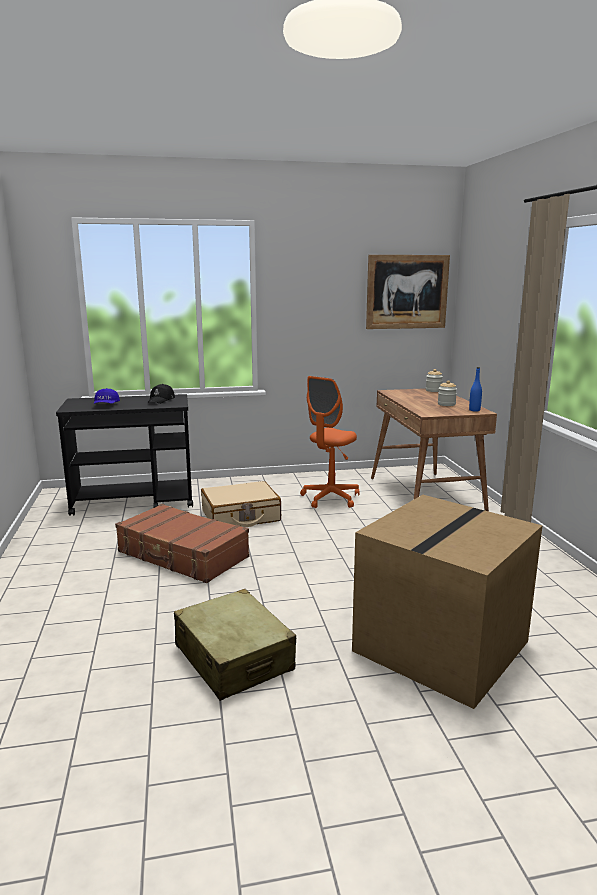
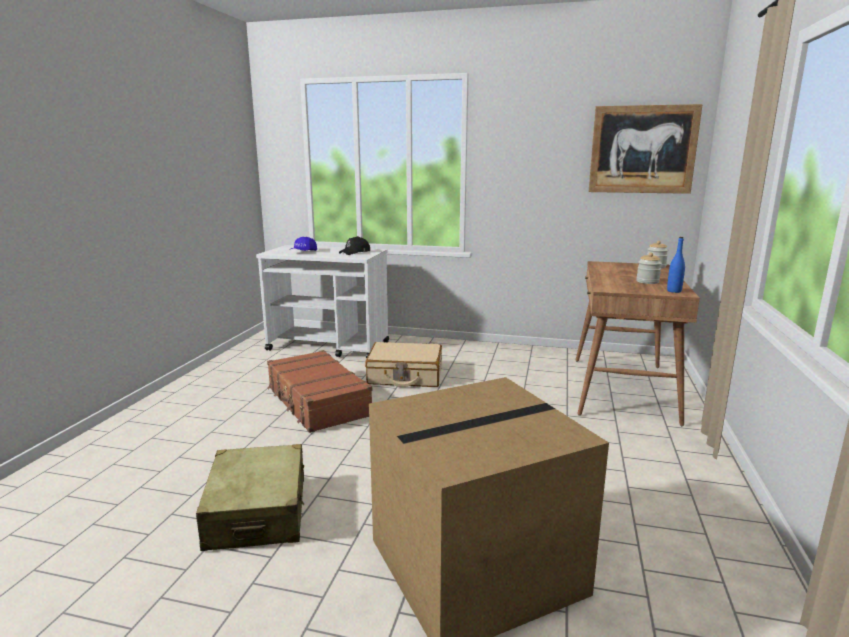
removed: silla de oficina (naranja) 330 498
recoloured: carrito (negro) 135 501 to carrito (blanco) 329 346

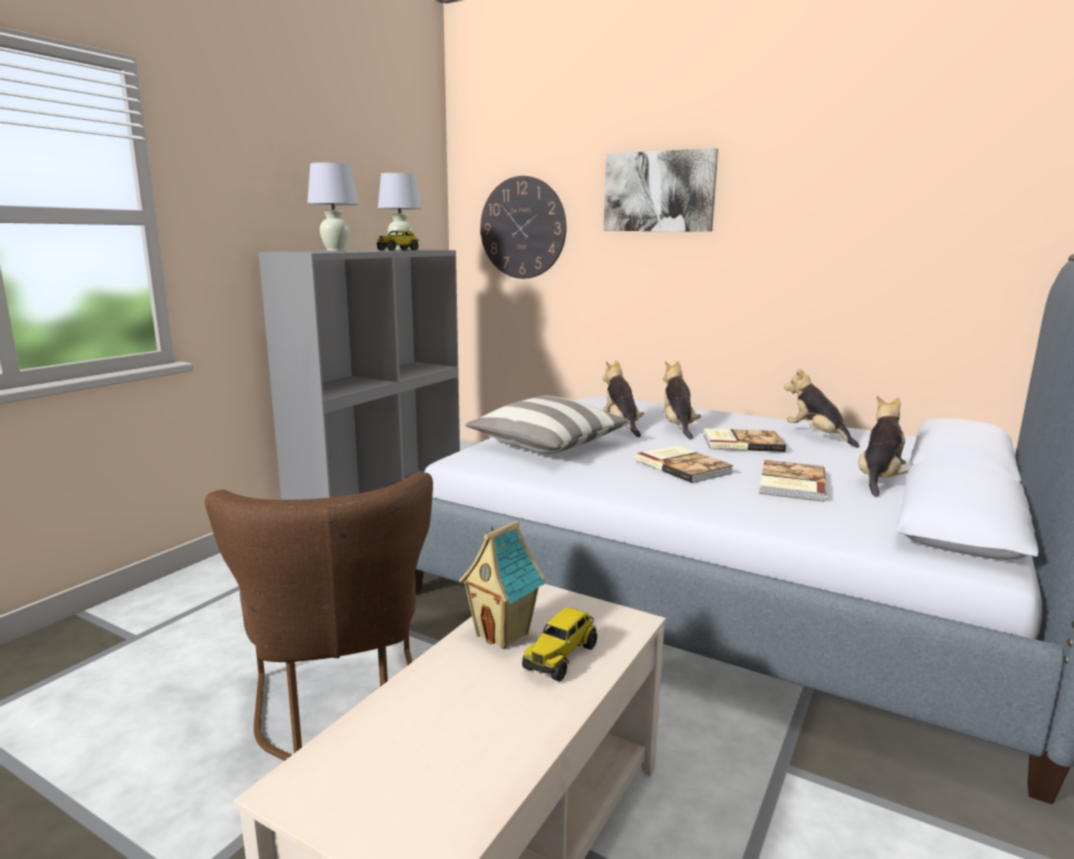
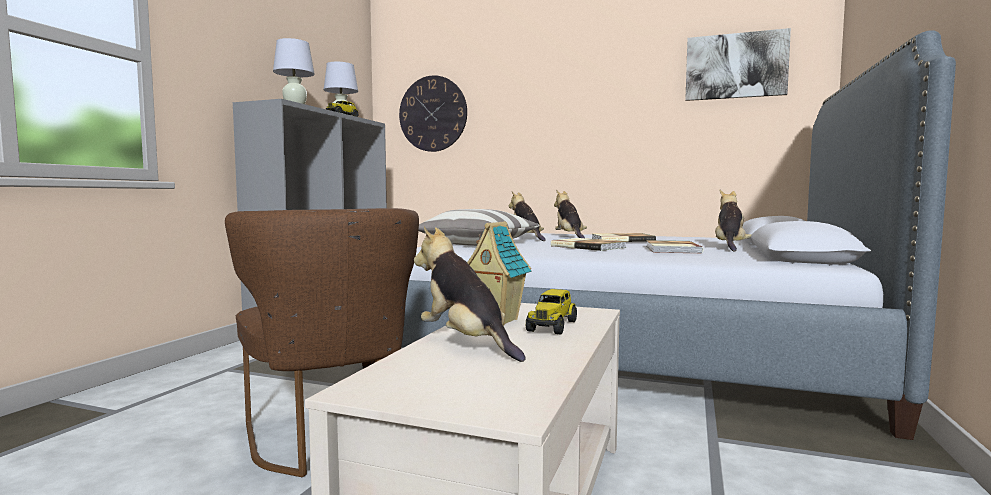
moved: peluche 817 436 to 466 343; cuadro 659 191 to 735 66

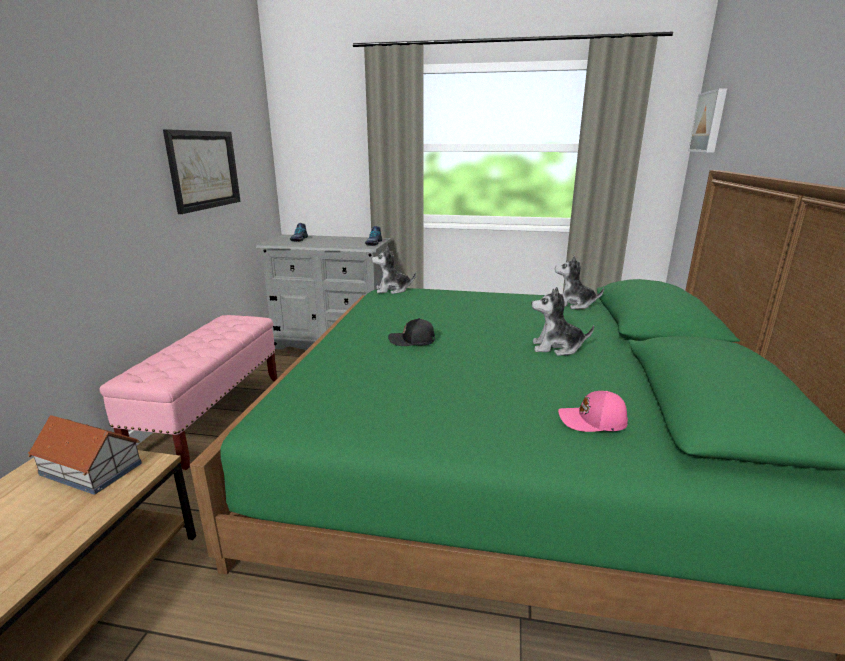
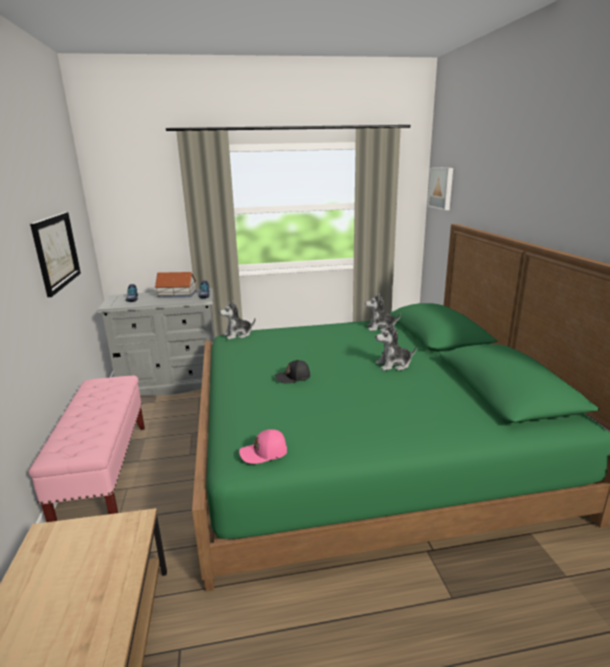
moved: casita 91 469 to 177 294; gorra (rosa) 593 421 to 264 453

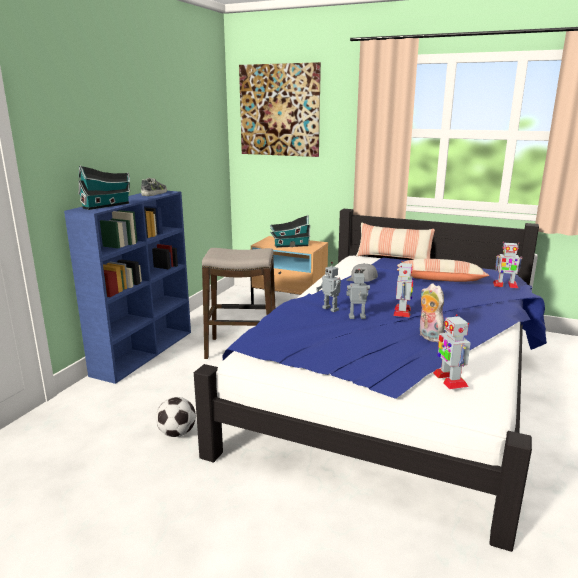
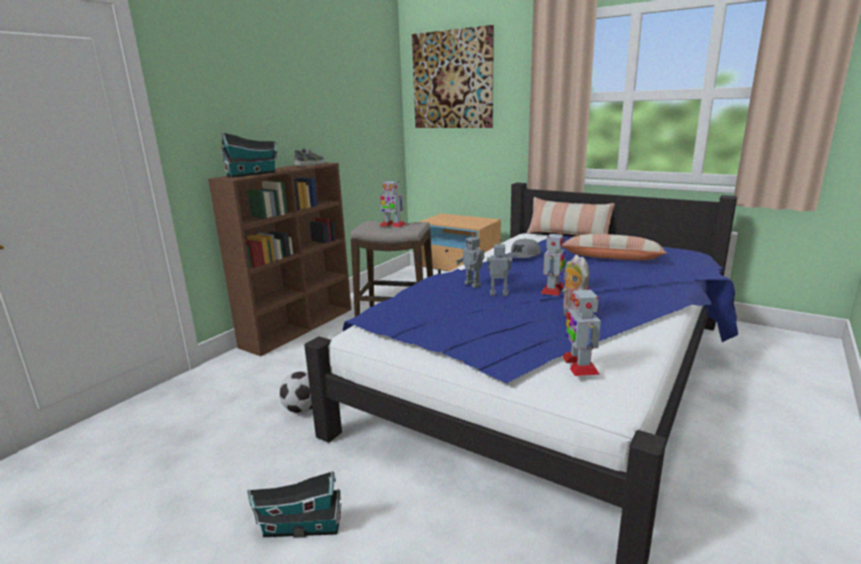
moved: casita 290 245 to 299 528; robot de juguete 505 285 to 392 225
recoloured: estantería (azul) 144 352 to estantería (marrón) 299 327

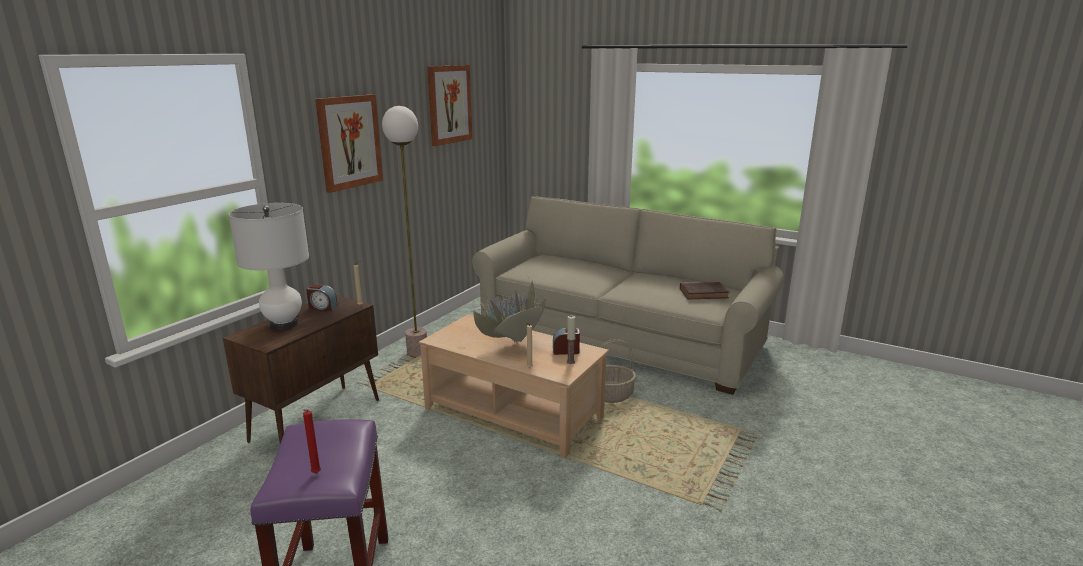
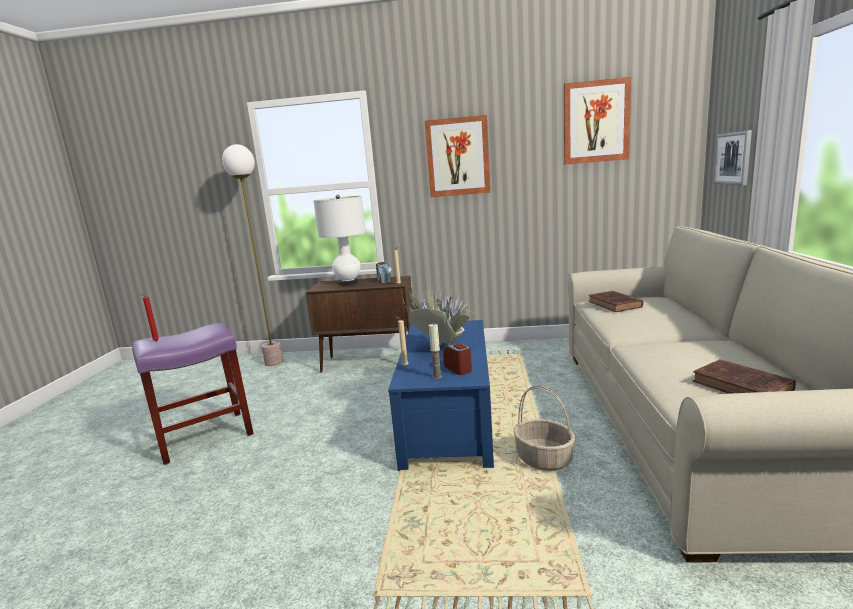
added: libro (marrón) 615 305; cuadro 733 158
moved: lámpara de pie 417 351 to 274 362
recoloured: mesa de centro (beis) 514 412 to mesa de centro (azul) 450 420

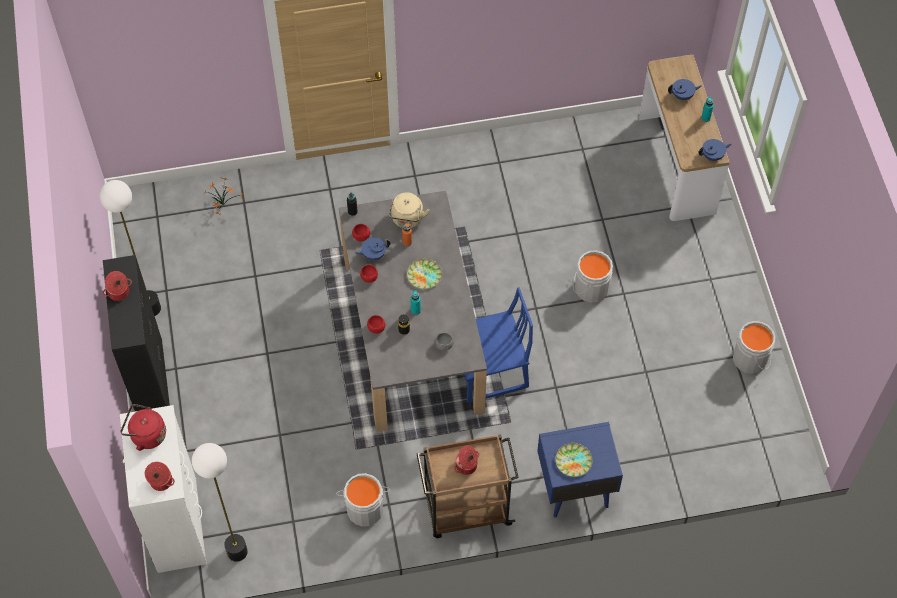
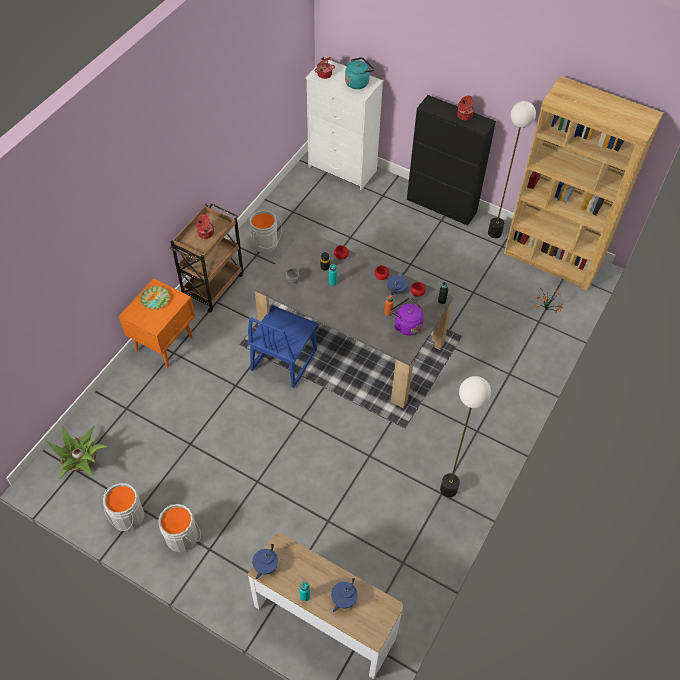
removed: plato 424 275
added: planta en maceta 83 464; estantería (marrón) 552 259
moved: cubo (gris) 589 288 to 183 536; lámpara de pie 236 551 to 449 489
recoloured: mesita de noche (azul) 574 488 to mesita de noche (naranja) 165 343; hervidor (rojo) 146 435 to hervidor (turquesa) 358 82; hervidor (beis) 407 220 to hervidor (morado) 406 325

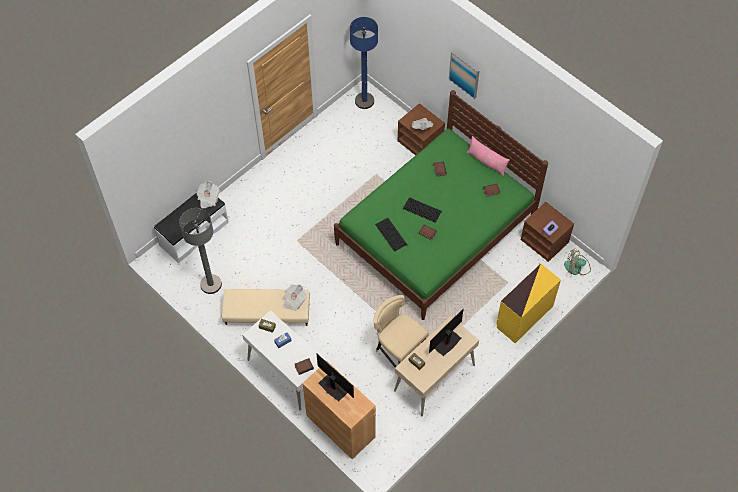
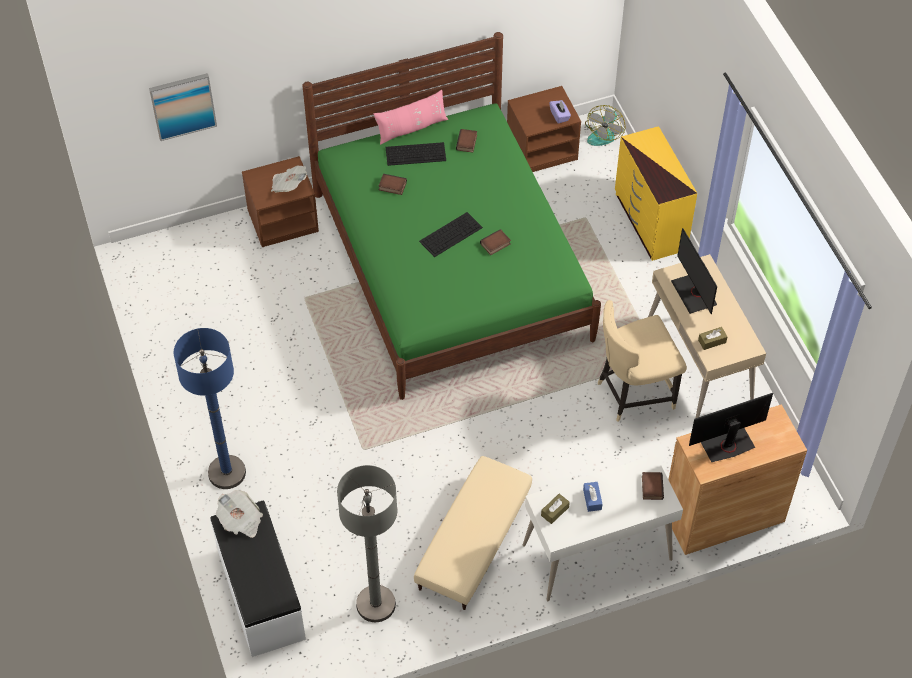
removed: periódico 294 301
moved: cuadro 464 74 to 183 106; lámpara de pie (azul) 364 101 to 227 473; teclado 391 234 to 416 153

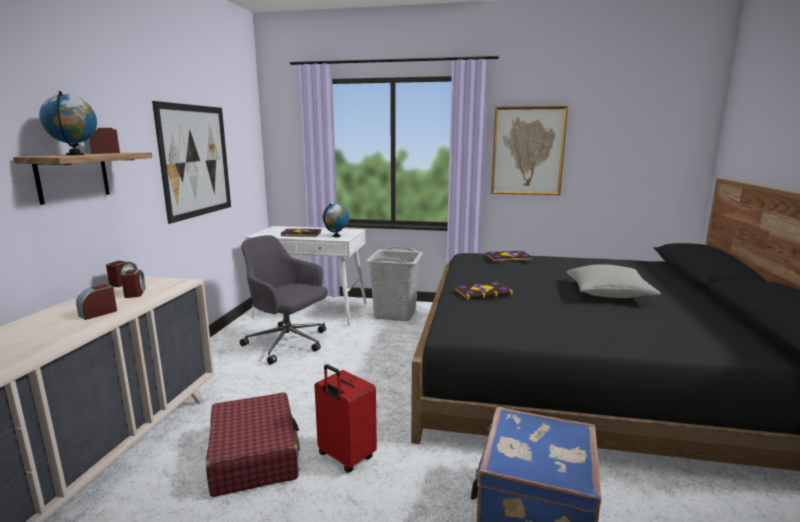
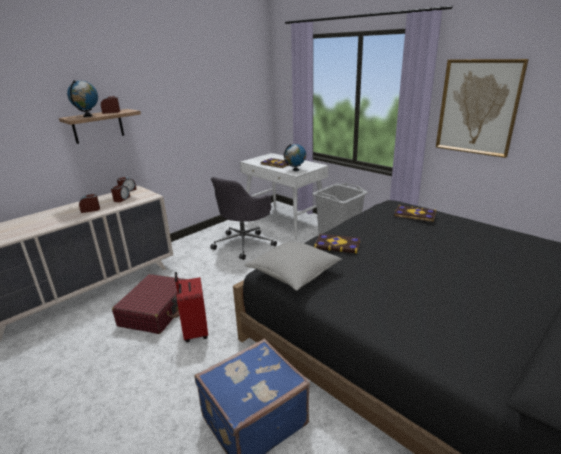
removed: cuadro 196 161
moved: cojín (gris) 608 293 to 294 273
turned: silla de oficina (gris) 288 343 = 244 243 120 degrees counterclockwise

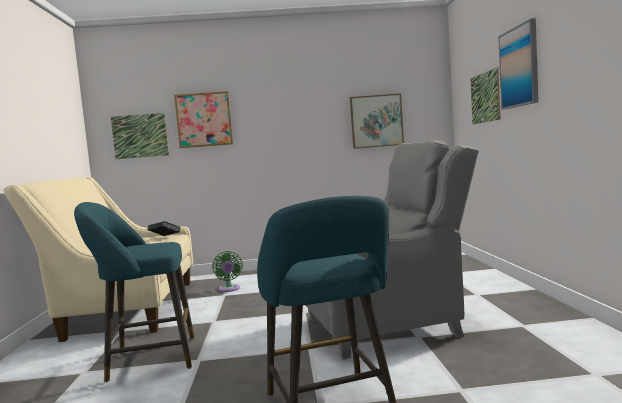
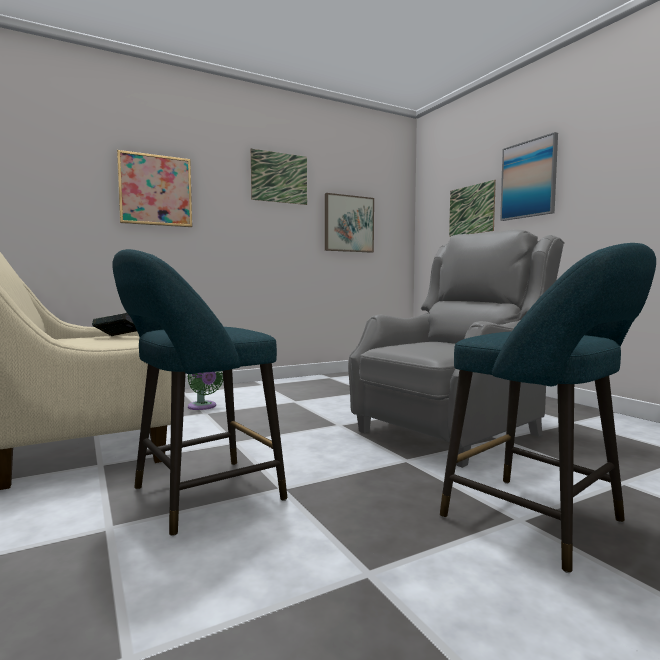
moved: cuadro 140 136 to 279 177

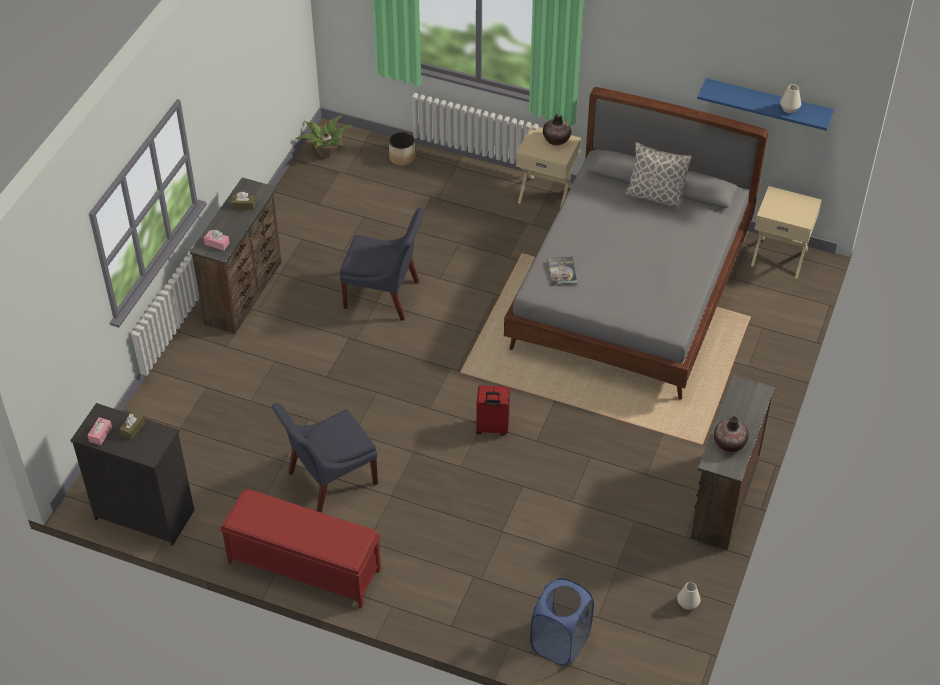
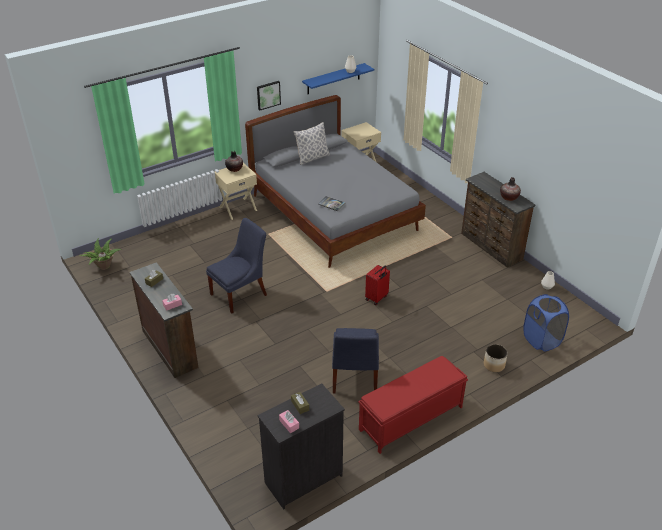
added: cuadro 268 95
moved: maceta 402 158 to 494 365

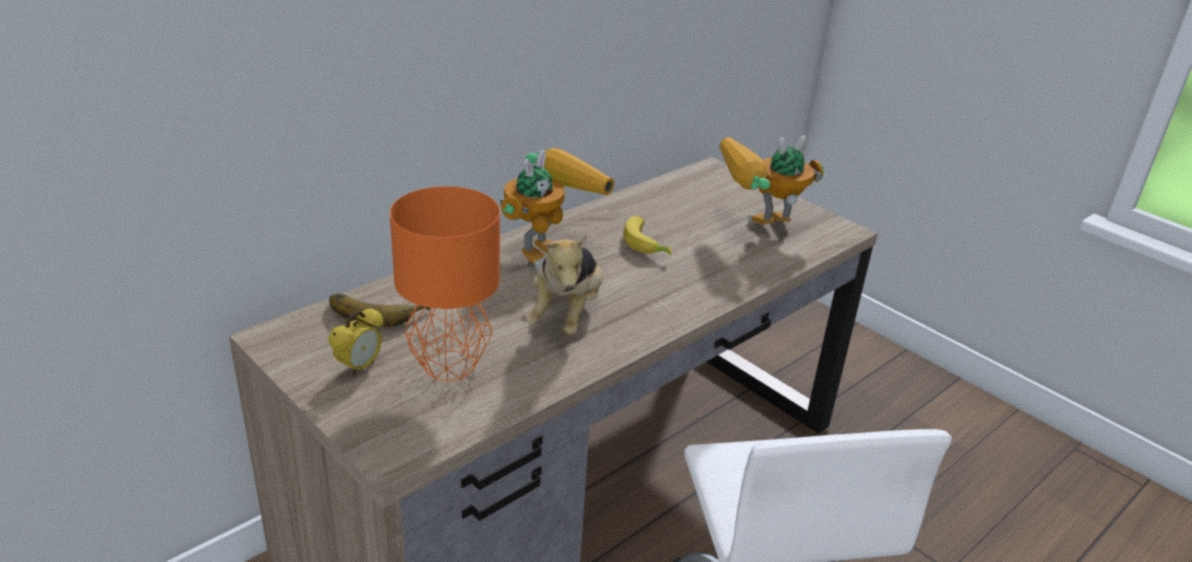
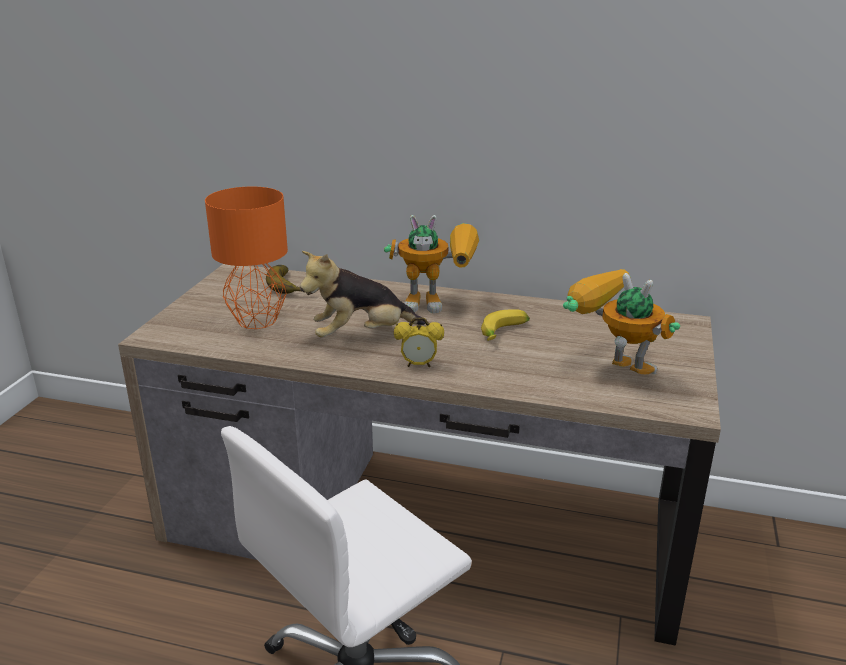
moved: despertador 359 367 to 419 365

